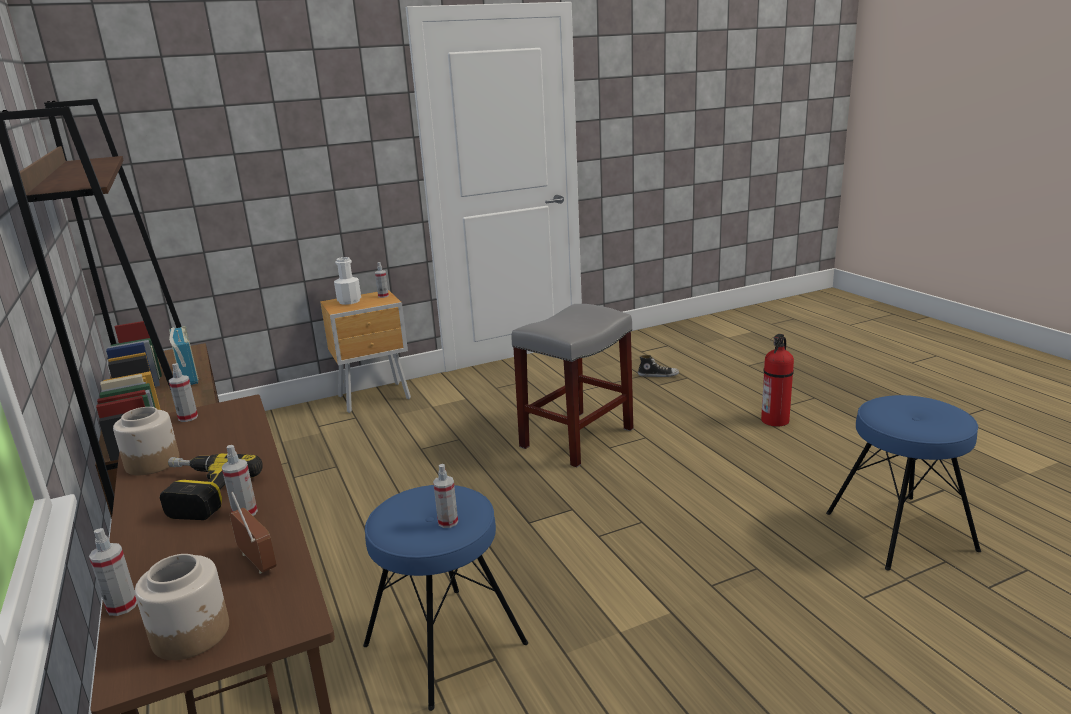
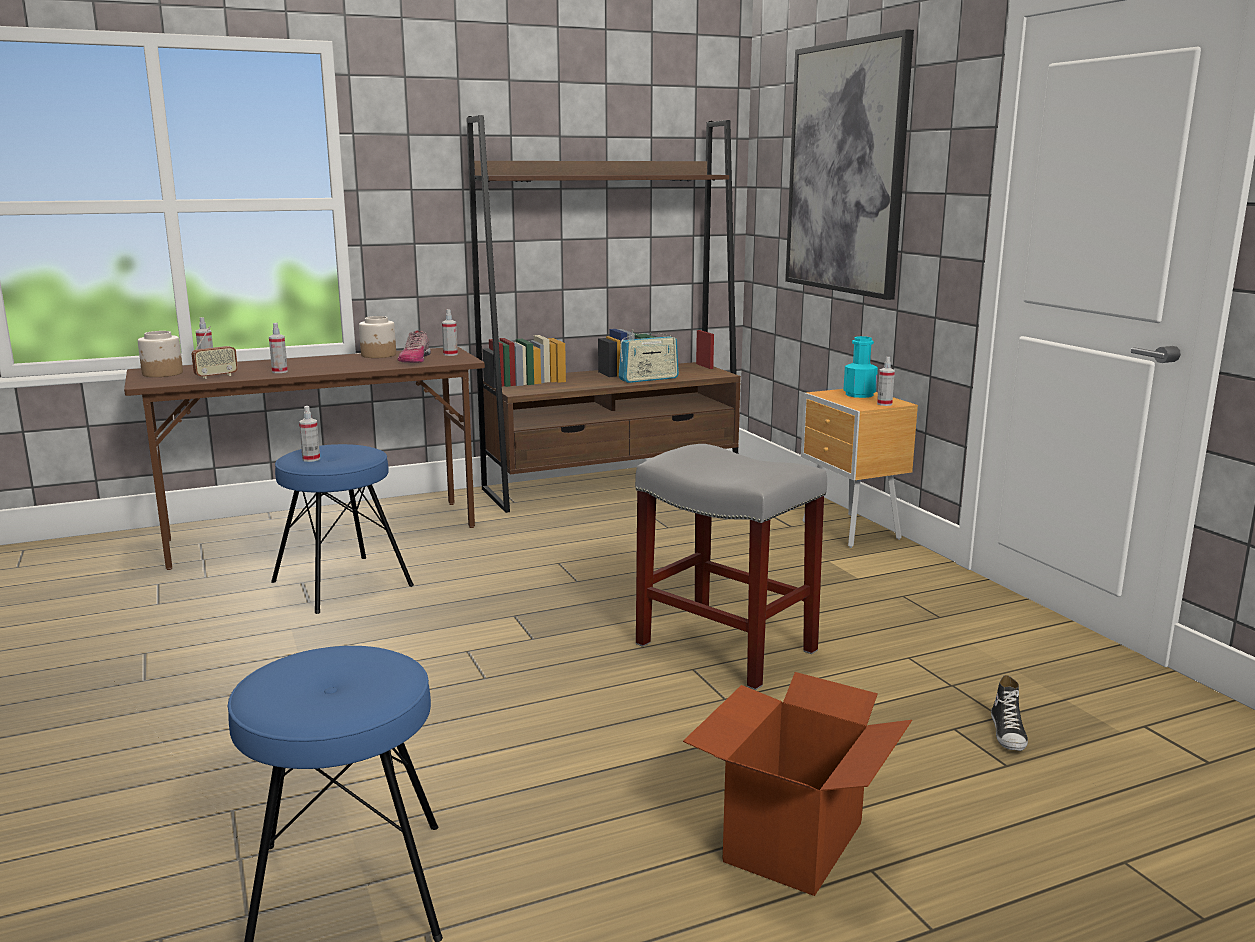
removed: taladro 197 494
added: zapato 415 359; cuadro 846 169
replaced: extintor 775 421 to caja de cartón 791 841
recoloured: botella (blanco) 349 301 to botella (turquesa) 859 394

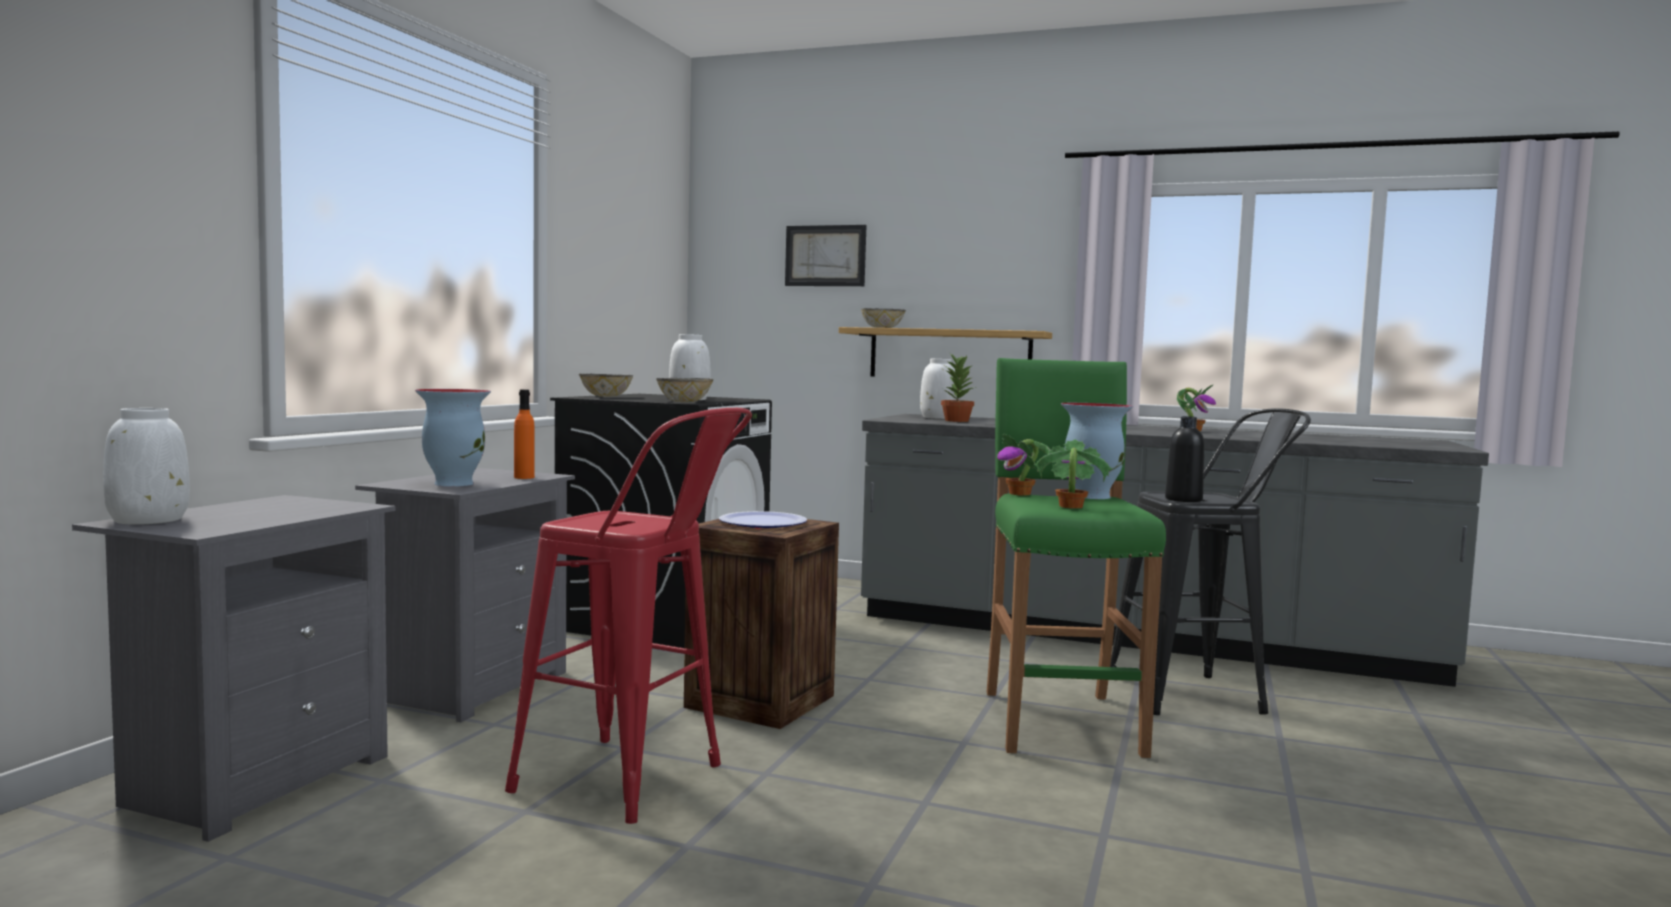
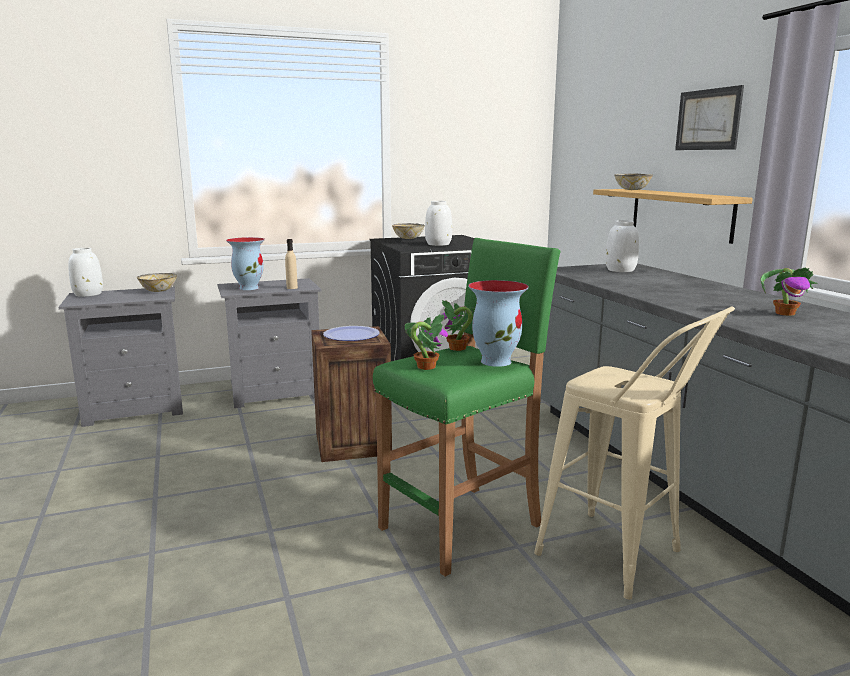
removed: taburete (rojo) 635 783; planta en maceta 956 421; botella (negro) 1183 500
moved: cuenco 683 402 to 158 291; cuadro 825 256 to 708 119
recoloured: botella (naranja) 524 477 to botella (beis) 292 288; taburete (negro) 1200 695 to taburete (beis) 621 559

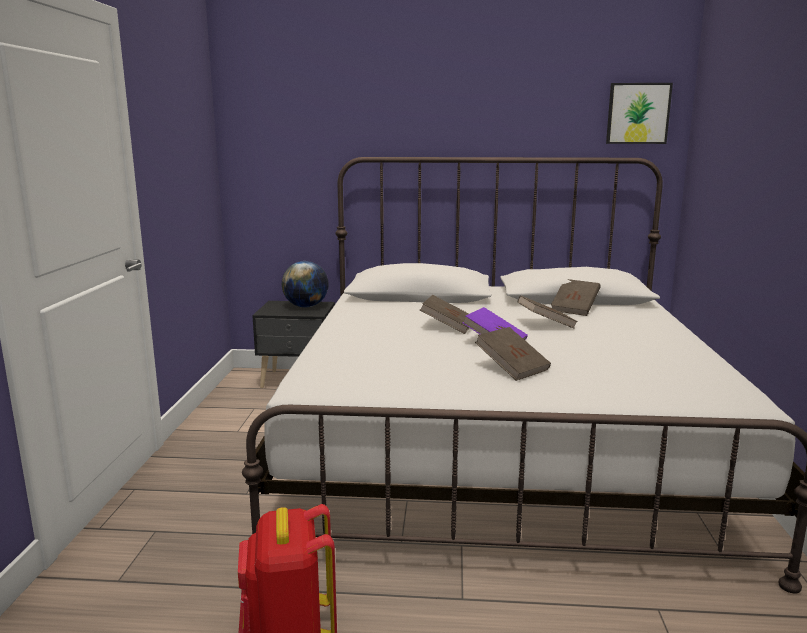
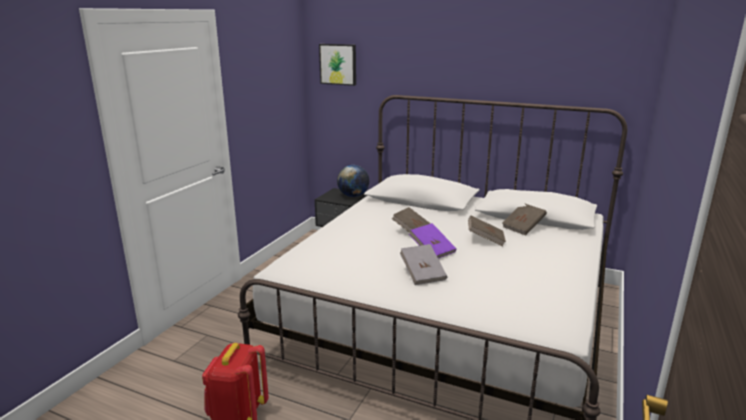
moved: cuadro 637 113 to 338 64
recoloured: libro (marrón) 512 368 to libro (gris) 422 274

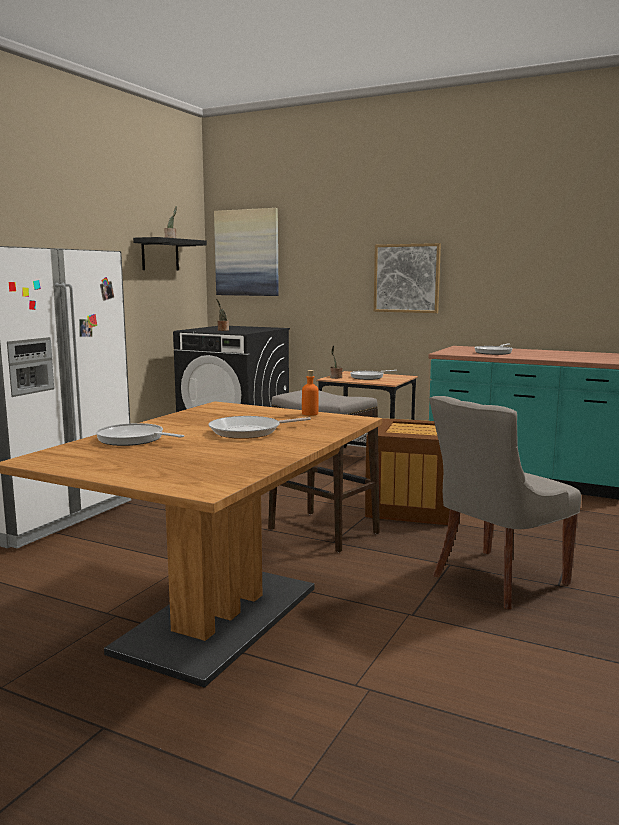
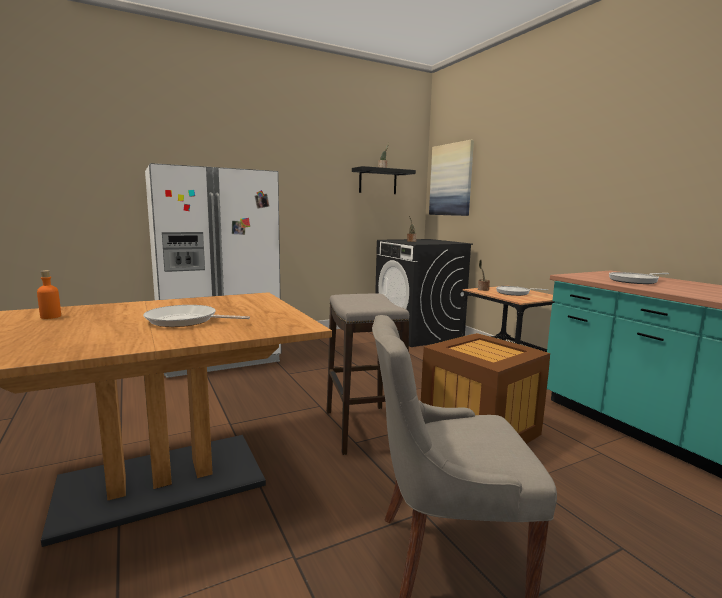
removed: sartén 133 439; cuadro 407 278
moved: botella (naranja) 310 413 to 50 316

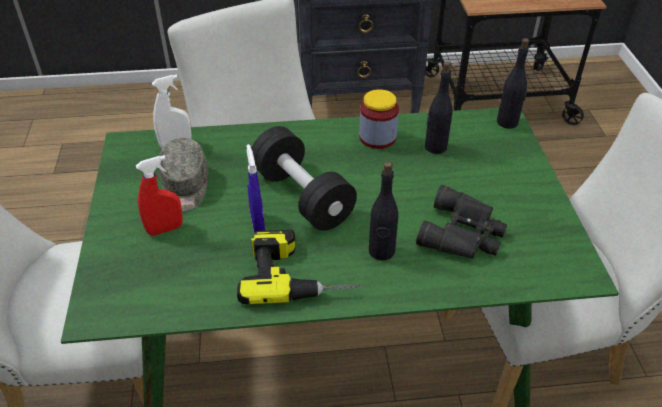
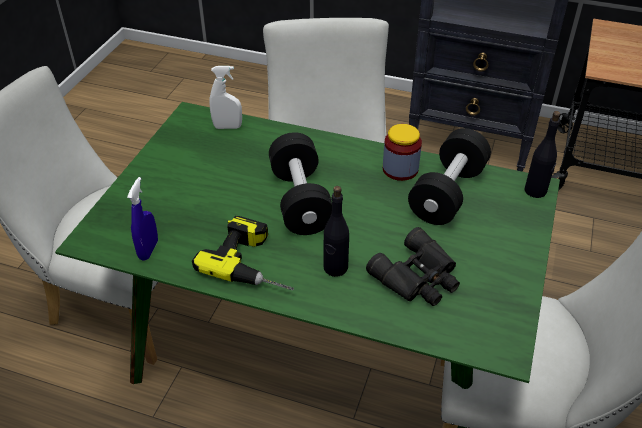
removed: pulverizador (rojo) 165 229; gorra (gris) 185 186
moved: pulverizador (azul) 257 223 to 148 250
replaced: botella (negro) 435 147 to mancuerna (negro) 447 193

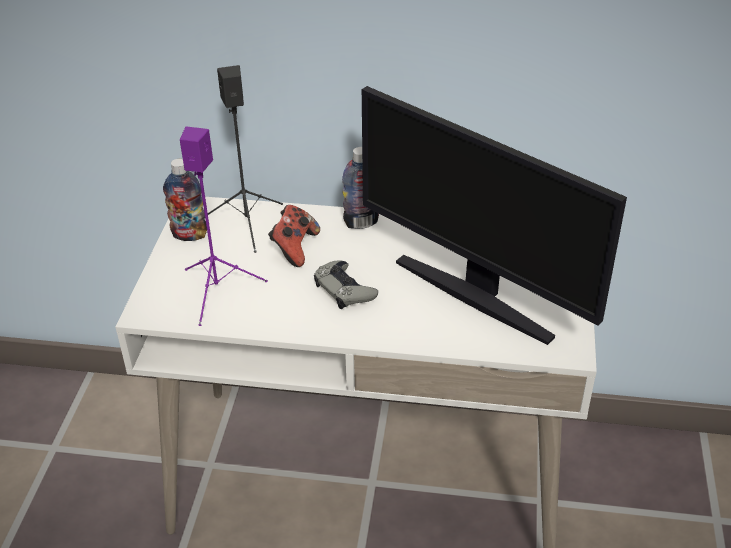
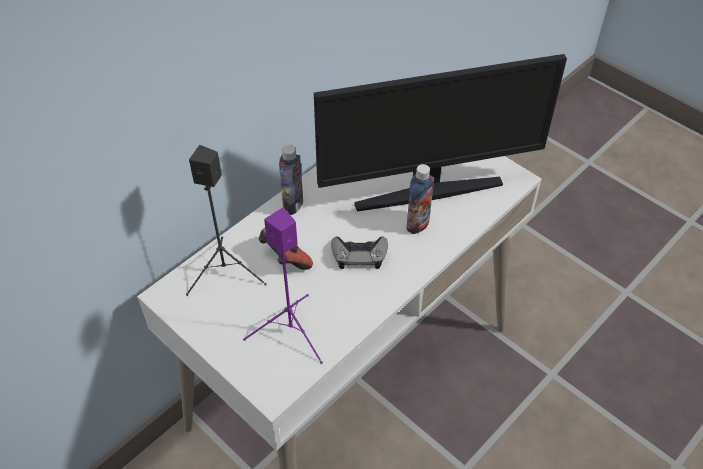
moved: botella 189 235 to 418 224

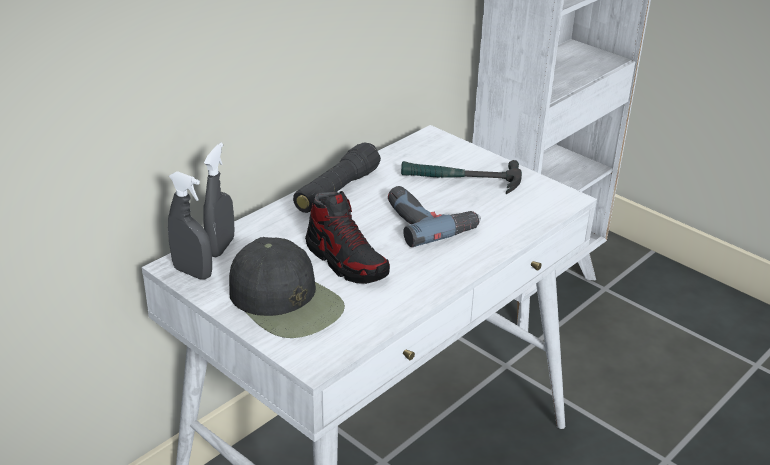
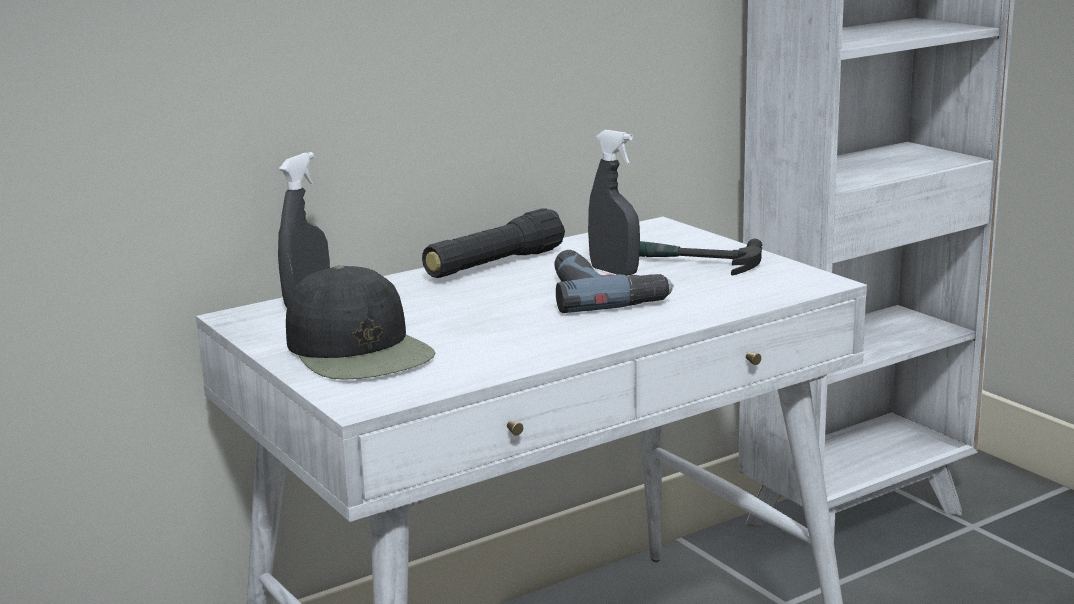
removed: zapato 346 261
moved: pulverizador (gris) 193 272 to 614 271

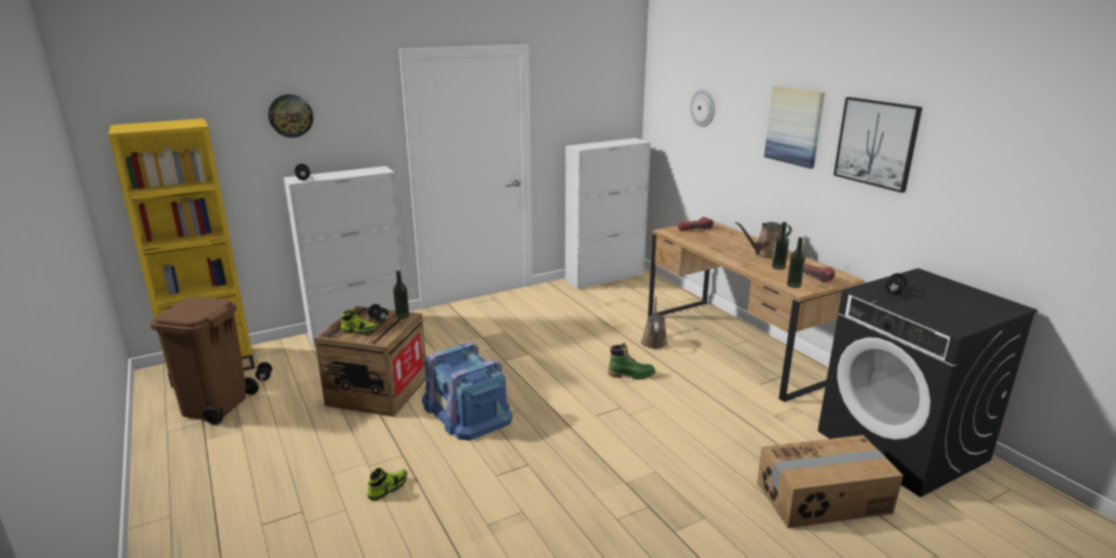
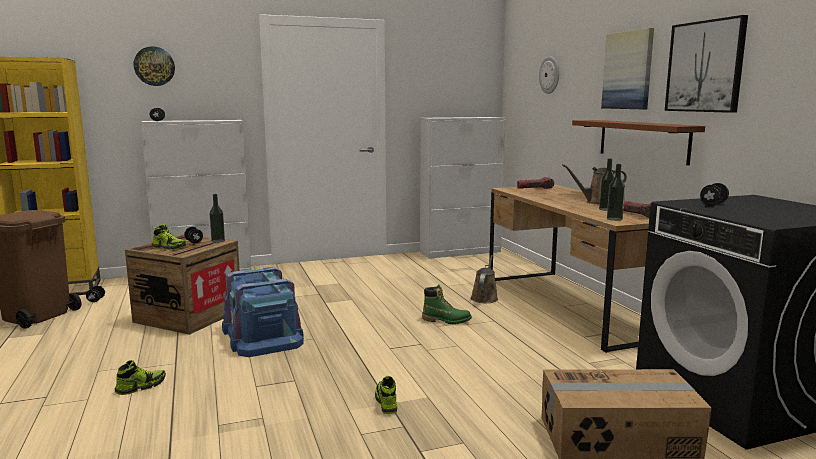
added: zapato 386 403; estante (marrón) 642 140

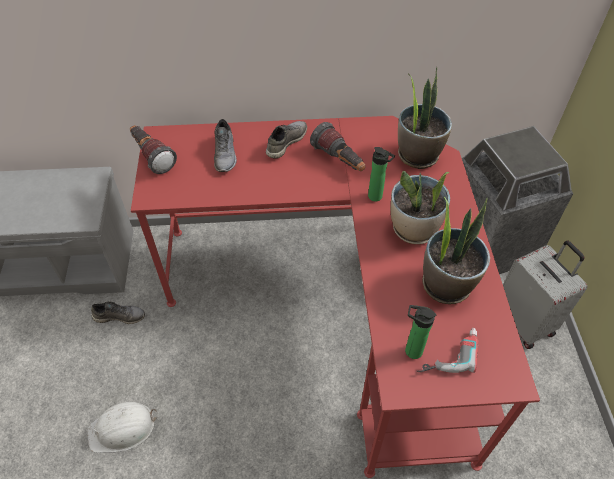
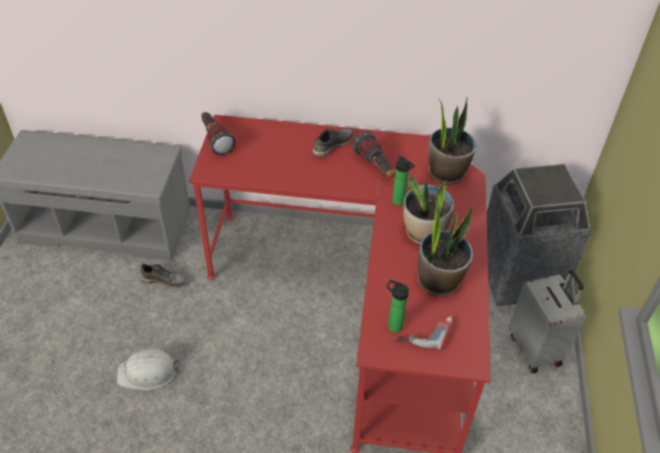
removed: zapato (gris) 225 154

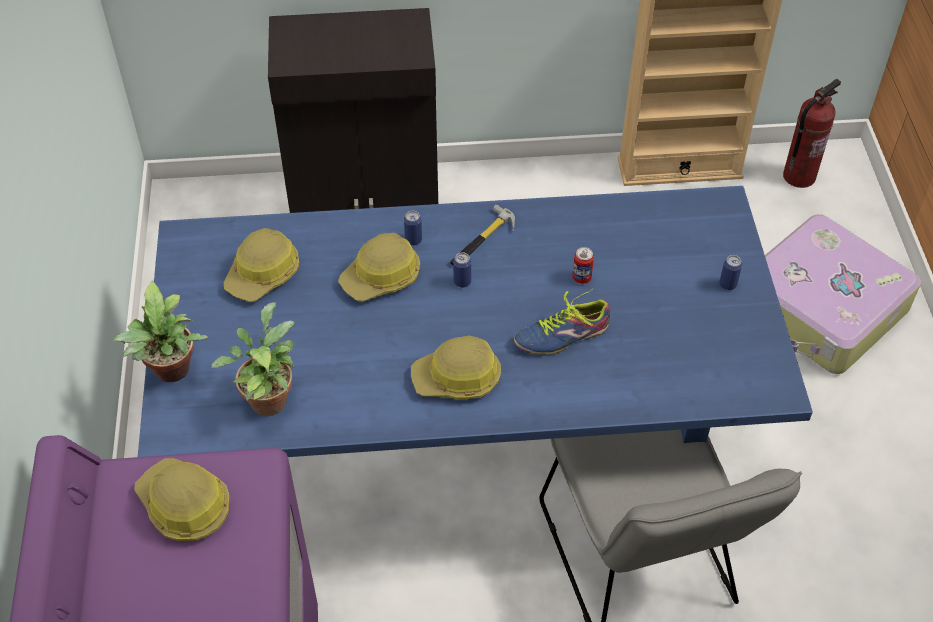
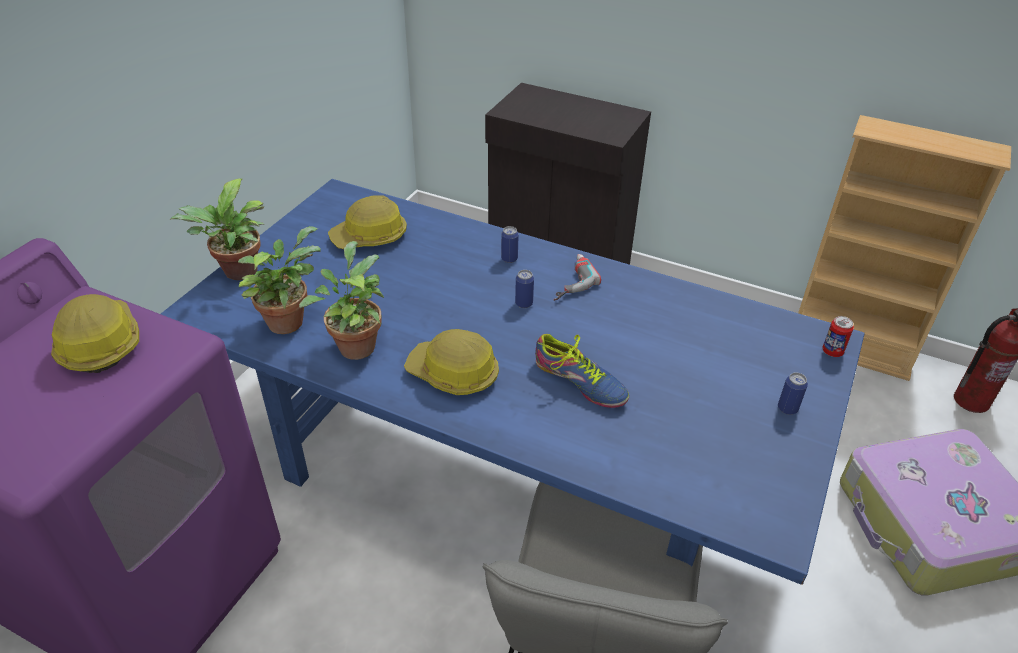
removed: casco 382 277
added: planta en maceta 355 344
moved: lata 581 277 to 832 351
replaced: martillo 482 240 to taladro 568 281
turned: zapato 562 335 = 580 381 150 degrees counterclockwise

